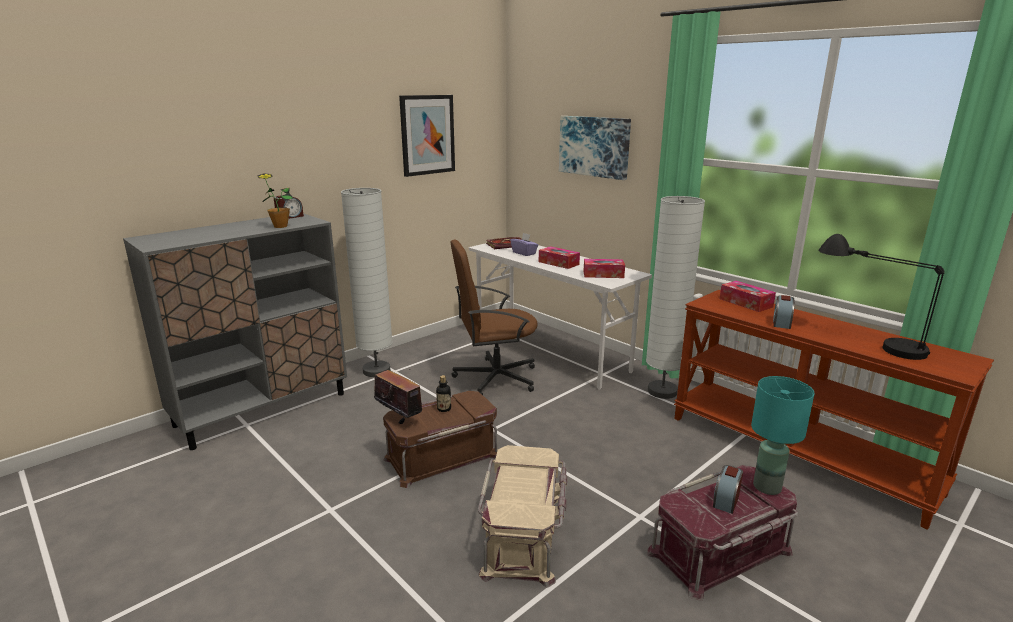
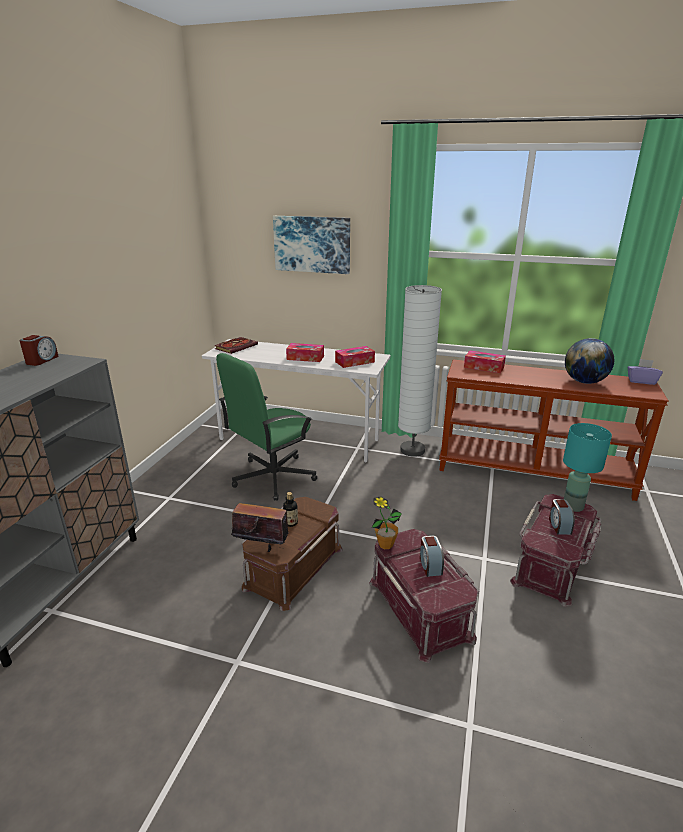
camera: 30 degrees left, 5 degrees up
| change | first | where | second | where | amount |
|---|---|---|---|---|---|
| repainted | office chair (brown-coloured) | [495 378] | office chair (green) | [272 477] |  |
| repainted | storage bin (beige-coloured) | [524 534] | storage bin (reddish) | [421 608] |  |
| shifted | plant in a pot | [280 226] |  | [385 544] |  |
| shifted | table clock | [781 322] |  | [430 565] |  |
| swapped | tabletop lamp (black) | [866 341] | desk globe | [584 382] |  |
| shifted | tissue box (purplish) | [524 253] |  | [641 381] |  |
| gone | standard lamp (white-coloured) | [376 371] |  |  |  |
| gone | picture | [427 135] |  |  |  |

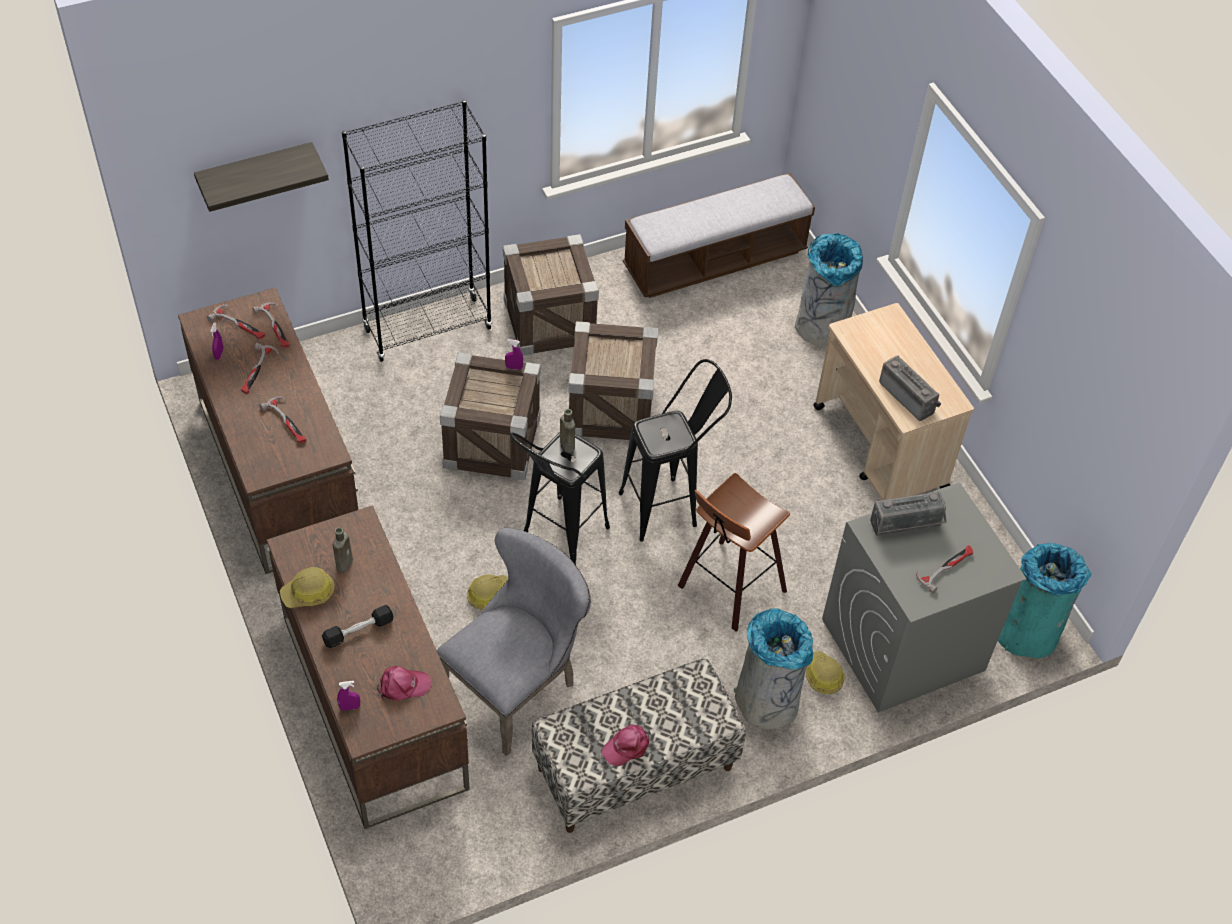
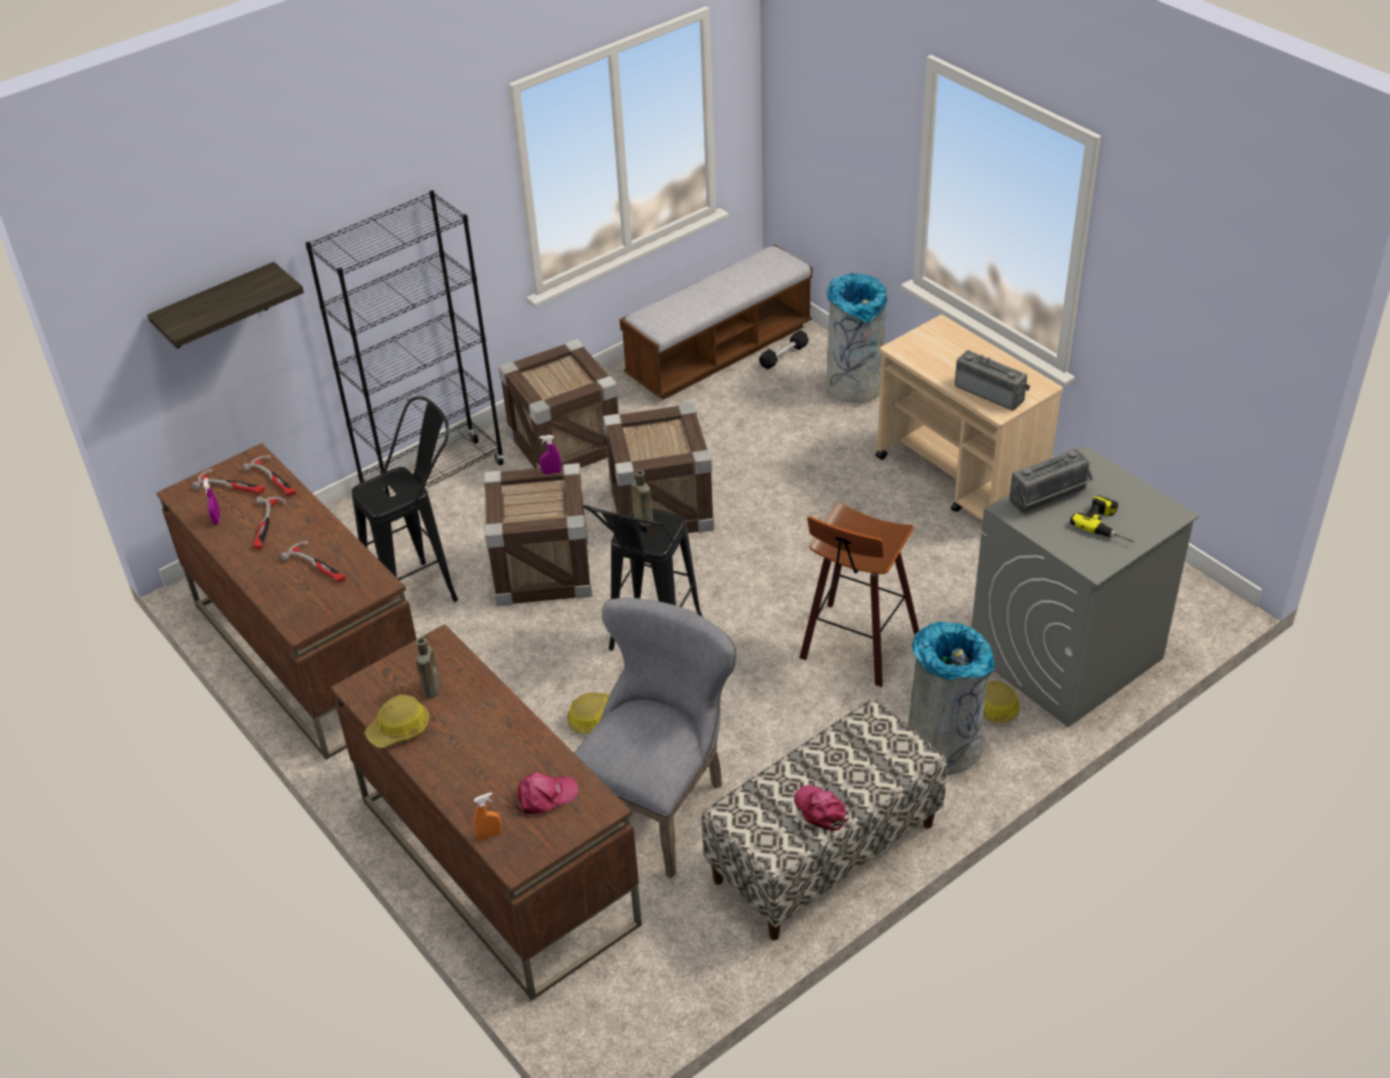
camera: 10 degrees left, 10 degrees down
| change | first | where | second | where | amount |
|---|---|---|---|---|---|
| shifted | sitting stool (black) | [669 506] |  | [424 589] |  |
| repainted | sprayer (purplish) | [350 707] | sprayer (orange) | [489 835] |  |
| shifted | hand weight (black) | [358 631] |  | [784 355] |  |
| rotated | cap (pink) | [627 746] |  | [821 810] | 105 degrees clockwise |
| swapped | hammer | [945 567] | power drill | [1109 525] |  |
| gone | rubbish bin (turquoise) | [1027 633] |  |  |  |

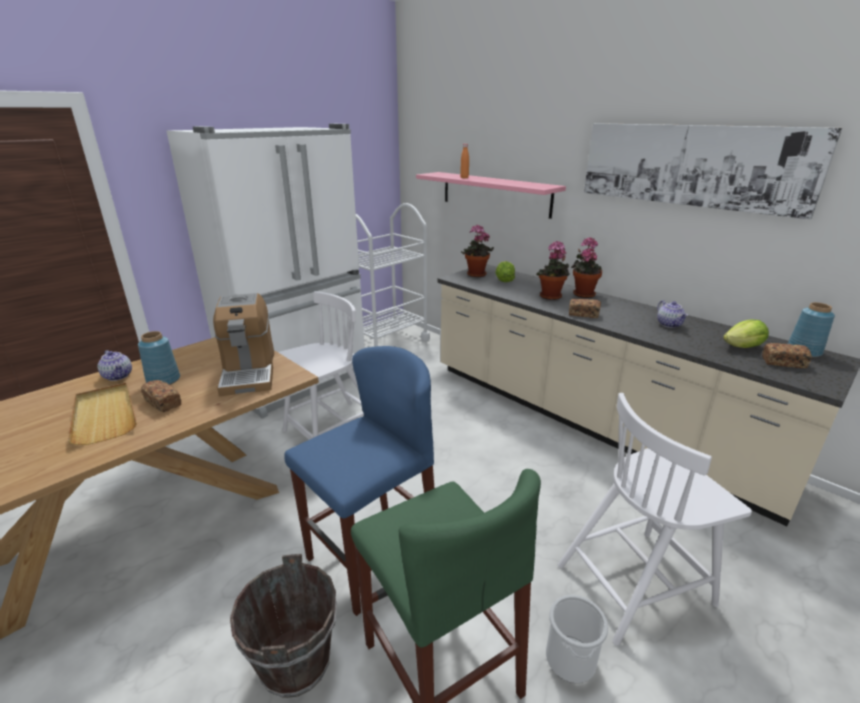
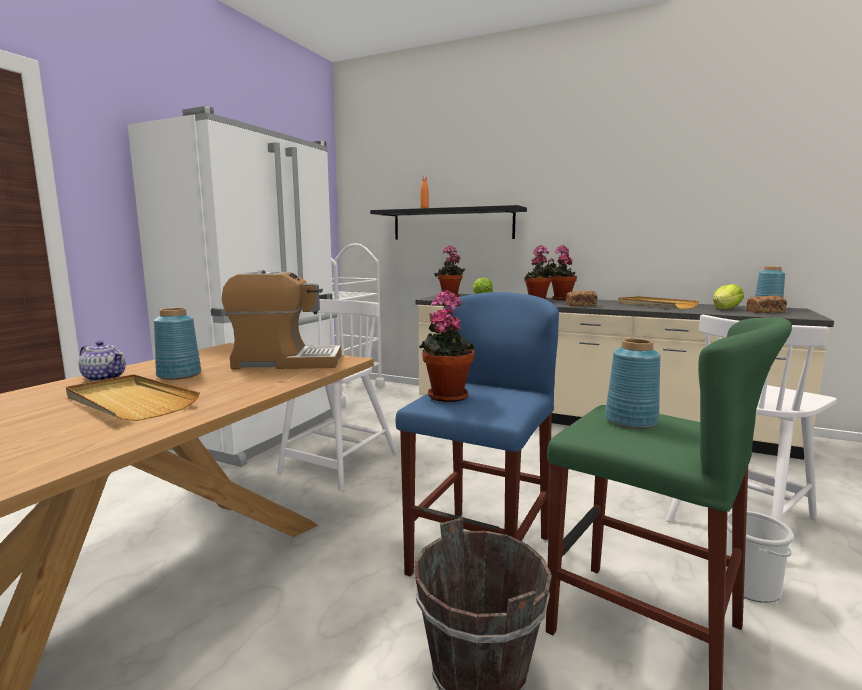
camera: 20 degrees left, 15 degrees down
| change | first | where | second | where | amount |
|---|---|---|---|---|---|
| rotated | coffee machine | [249 372] |  | [286 362] | 60 degrees counterclockwise |
| repainted | wall shelf (pink) | [495 193] | wall shelf (black) | [452 224] |  |
| new |  |  | plant in a pot | [446 395] |  |
| new |  |  | flower vase (bluish) | [630 421] |  |
| swapped | tea pot | [669 324] | carrying tray (beige-coloured) | [655 305] |  |
| gone | bread | [163 403] |  |  |  |
| gone | picture | [691 165] |  |  |  |

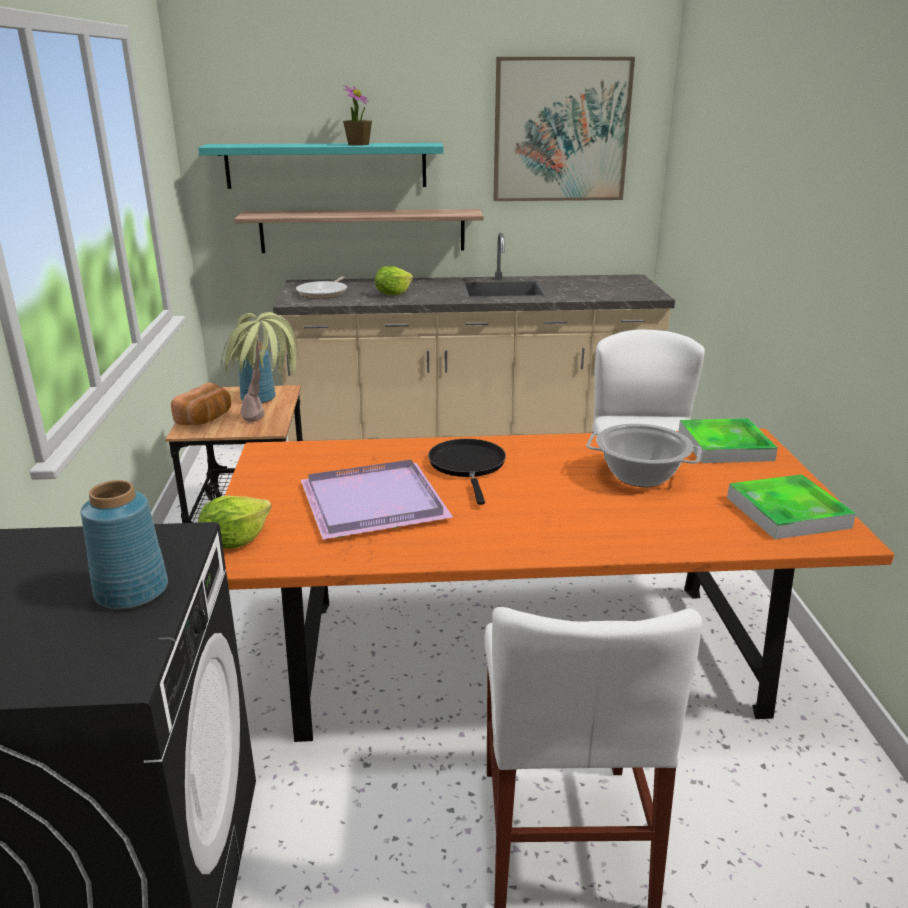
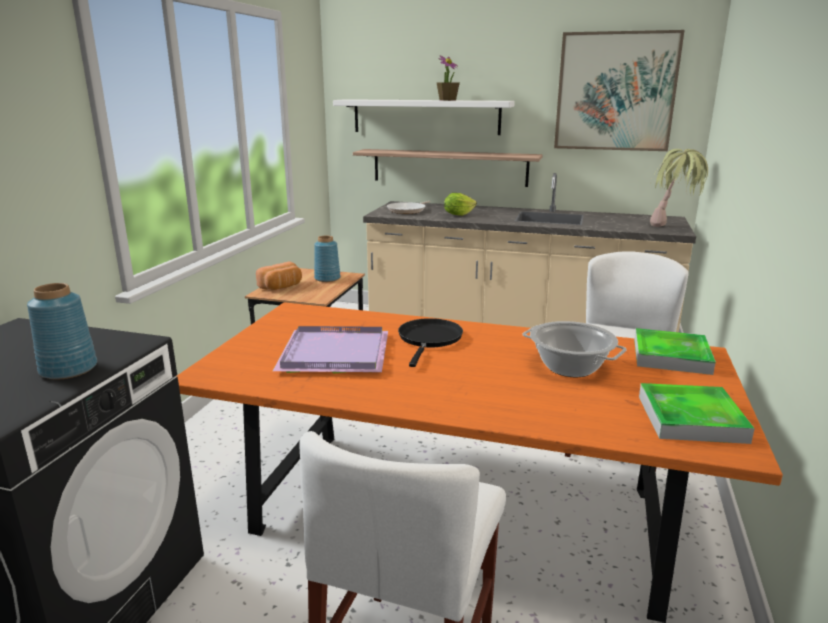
camera: 20 degrees right, 5 degrees down
| change | first | where | second | where | amount |
|---|---|---|---|---|---|
| repainted | wall shelf (turquoise) | [326 165] | wall shelf (white-coloured) | [426 116] |  |
| shifted | plant in a pot | [270 426] |  | [672 229] |  |
| gone | lettuce head | [235 541] |  |  |  |

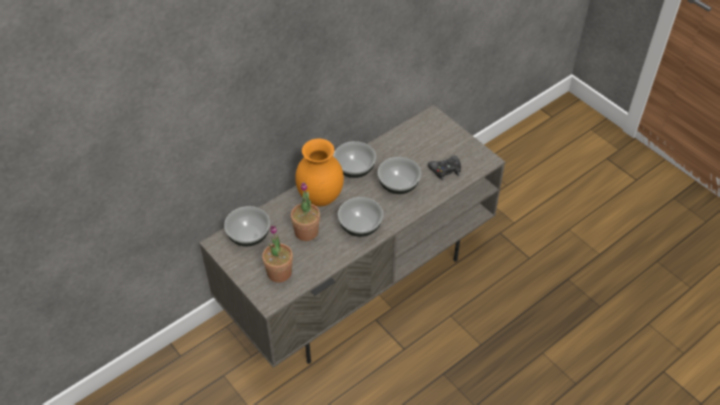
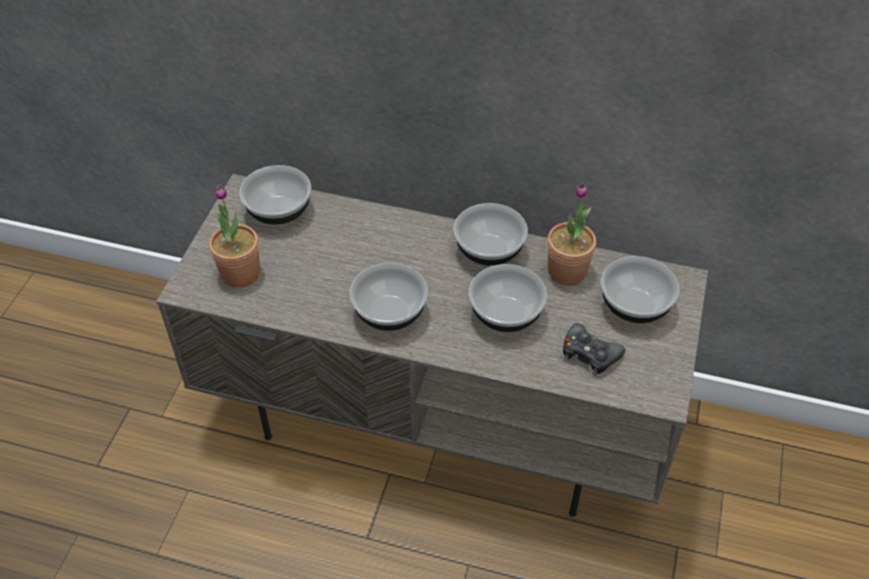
camera: 55 degrees right, 0 degrees up
| change | first | where | second | where | amount |
|---|---|---|---|---|---|
| shifted | plant in a pot | [306 232] |  | [567 271] |  |
| new |  |  | deep dish | [635 305] |  |
| gone | flower vase (orange) | [321 199] |  |  |  |

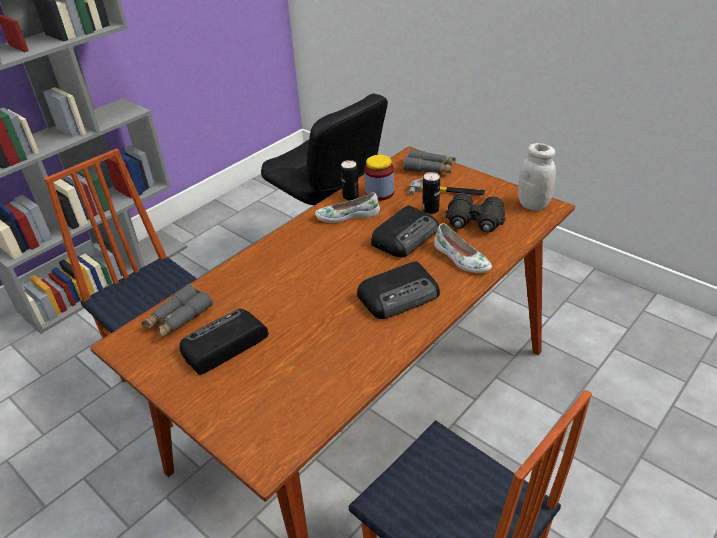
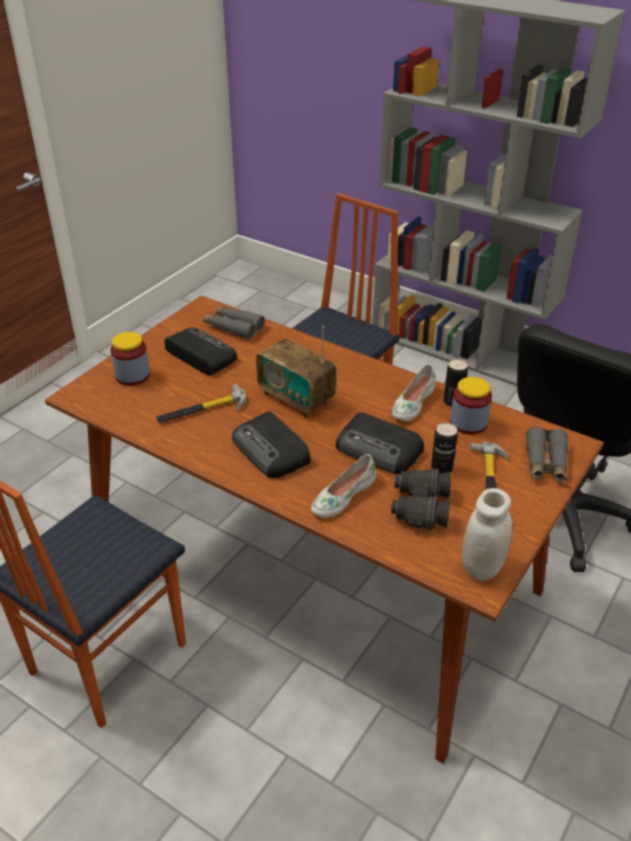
camera: 80 degrees right, 0 degrees up
| change | first | where | second | where | amount |
|---|---|---|---|---|---|
| new |  |  | preserve jar | [132 376] |  |
| new |  |  | hammer | [202 410] |  |
| new |  |  | radio set | [296 398] |  |
| rotated | item of footwear (white-coloured) | [347 215] |  | [412 403] | 135 degrees counterclockwise |

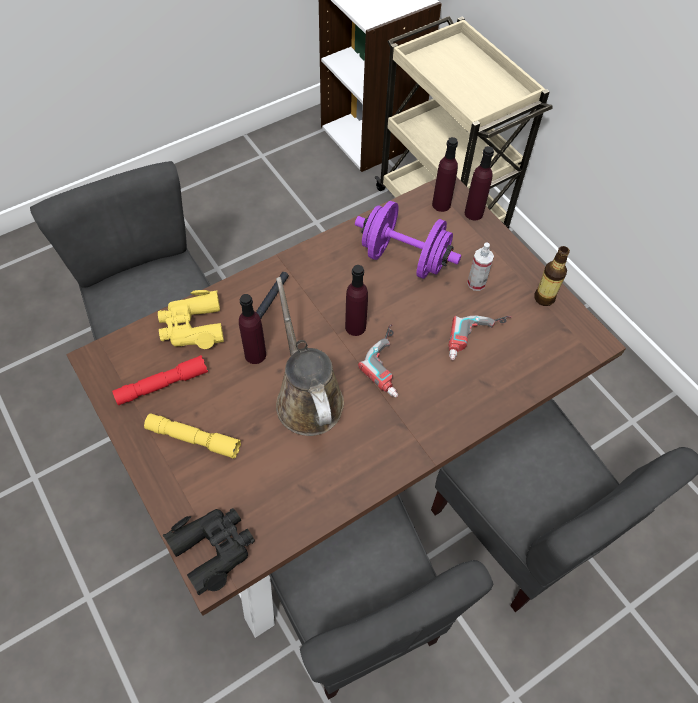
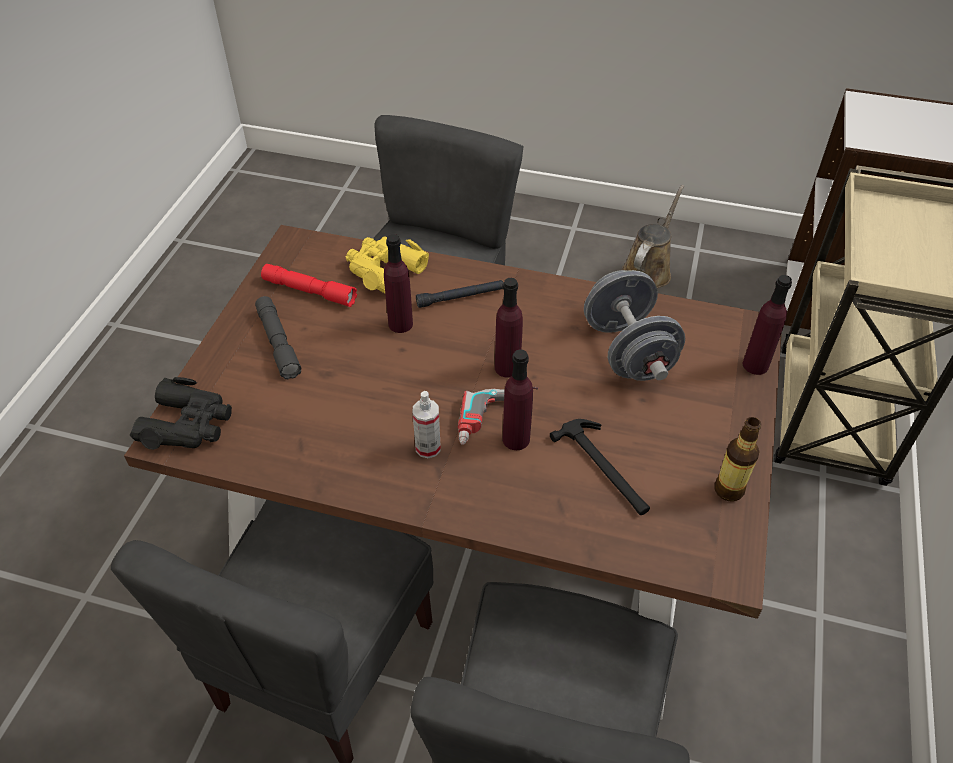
camera: 50 degrees right, 10 degrees down
| change | first | where | second | where | amount |
|---|---|---|---|---|---|
| repainted | flashlight (yellowish) | [193 439] | flashlight (gray) | [278 343] |  |
| shifted | sprayer | [476 283] |  | [428 448] |  |
| shifted | beverage bottle (purplish) | [441 204] |  | [516 439] |  |
| swapped | power drill | [479 340] | hammer | [605 468] |  |
| repainted | hand weight (purplish) | [404 259] | hand weight (gray) | [628 351] |  |
| shifted | watering can (brown-coloured) | [307 397] |  | [648 270] |  |

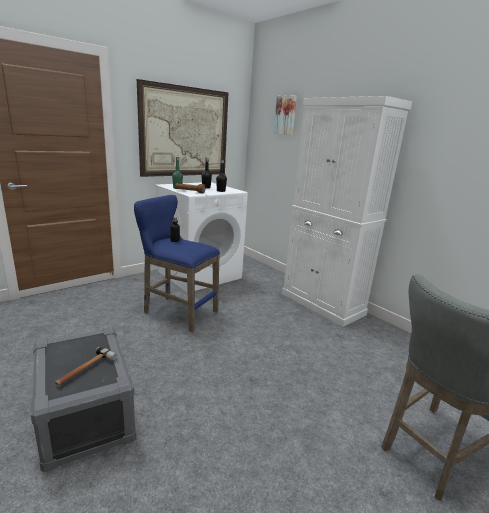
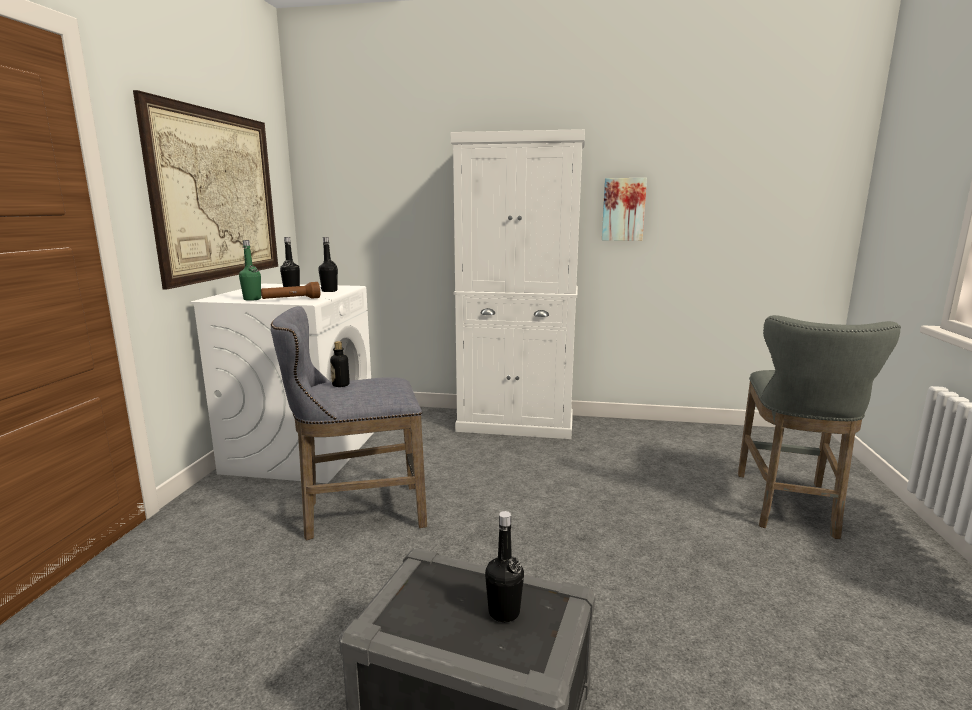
camera: 40 degrees left, 5 degrees down
| change | first | where | second | where | amount |
|---|---|---|---|---|---|
| repainted | sitting stool (bluish) | [176 311] | sitting stool (gray) | [357 514] |  |
| swapped | hammer | [85 370] | beverage bottle (black) | [504 612] |  |
| shifted | picture | [286 115] |  | [623 209] |  |

